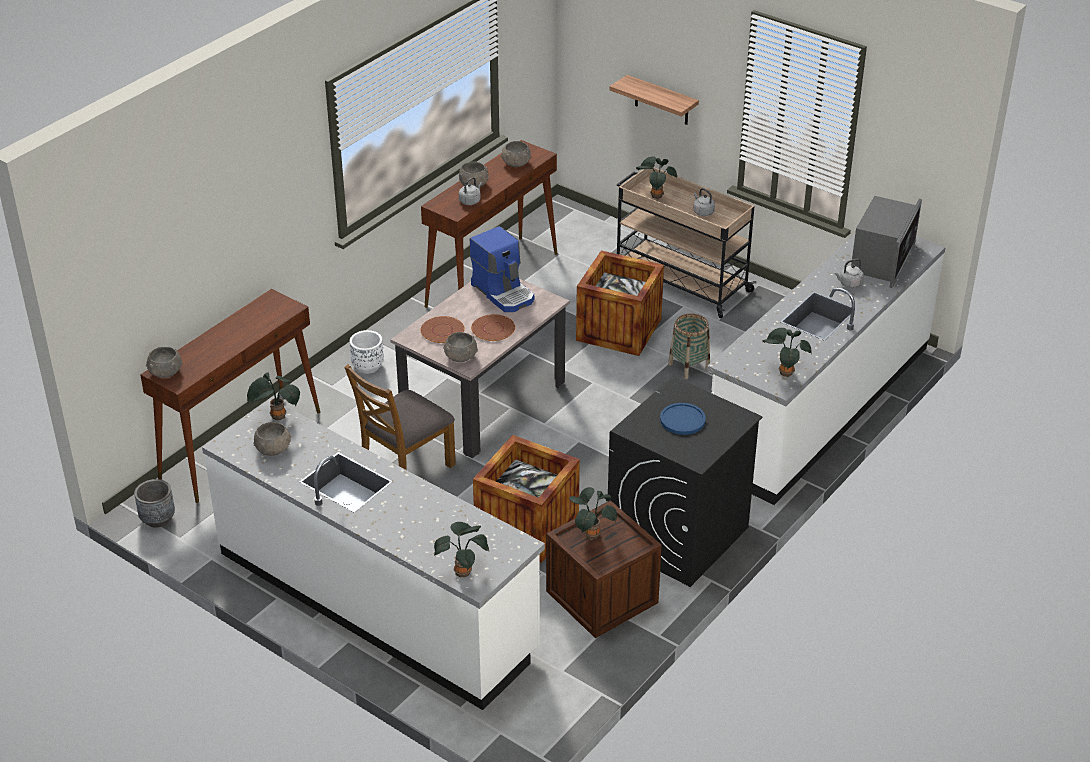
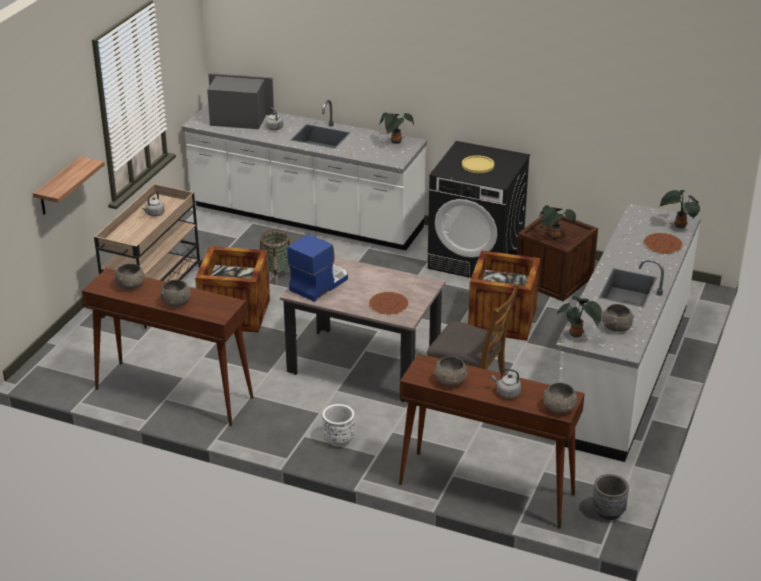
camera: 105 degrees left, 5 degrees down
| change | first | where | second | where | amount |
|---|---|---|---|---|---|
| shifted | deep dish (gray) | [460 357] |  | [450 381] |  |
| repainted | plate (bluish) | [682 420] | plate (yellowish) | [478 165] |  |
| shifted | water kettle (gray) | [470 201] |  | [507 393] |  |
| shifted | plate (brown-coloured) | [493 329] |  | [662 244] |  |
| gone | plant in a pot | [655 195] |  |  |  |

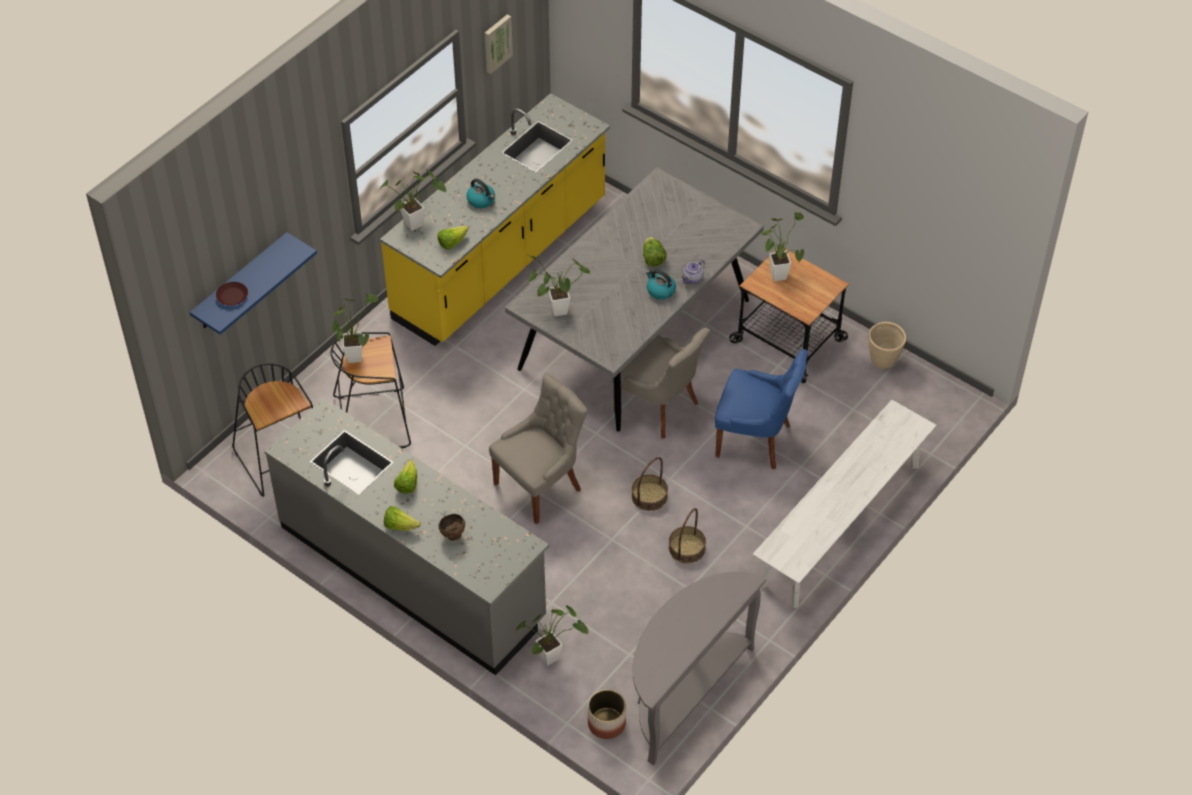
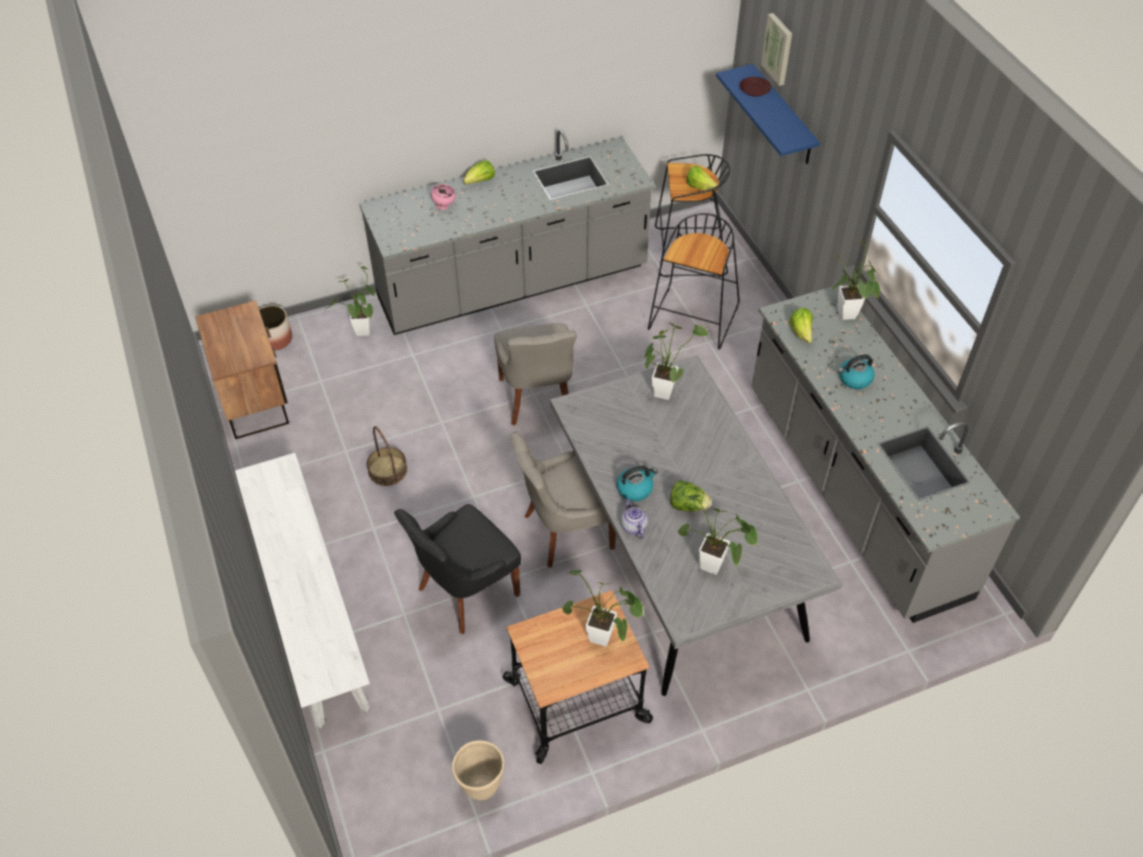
camera: 120 degrees right, 0 degrees up
| change | first | where | second | where | amount |
|---|---|---|---|---|---|
| swapped | hall table (gray) | [684 692] | bedside table | [254 399] |  |
| repainted | plain chair (bluish) | [755 440] | plain chair (black) | [465 592] |  |
| repainted | deep dish (brown-coloured) | [452 535] | deep dish (pink) | [443 206] |  |
| shifted | plant in a pot | [354 354] |  | [716 568] |  |
| shifted | lettuce head | [407 484] |  | [700 187] |  |
| repainted | counter (yellowish) | [501 261] | counter (gray) | [853 492] |  |
| shifted | picture | [496 43] |  | [778 49] |  |
| gone | basket | [649 496] |  |  |  |

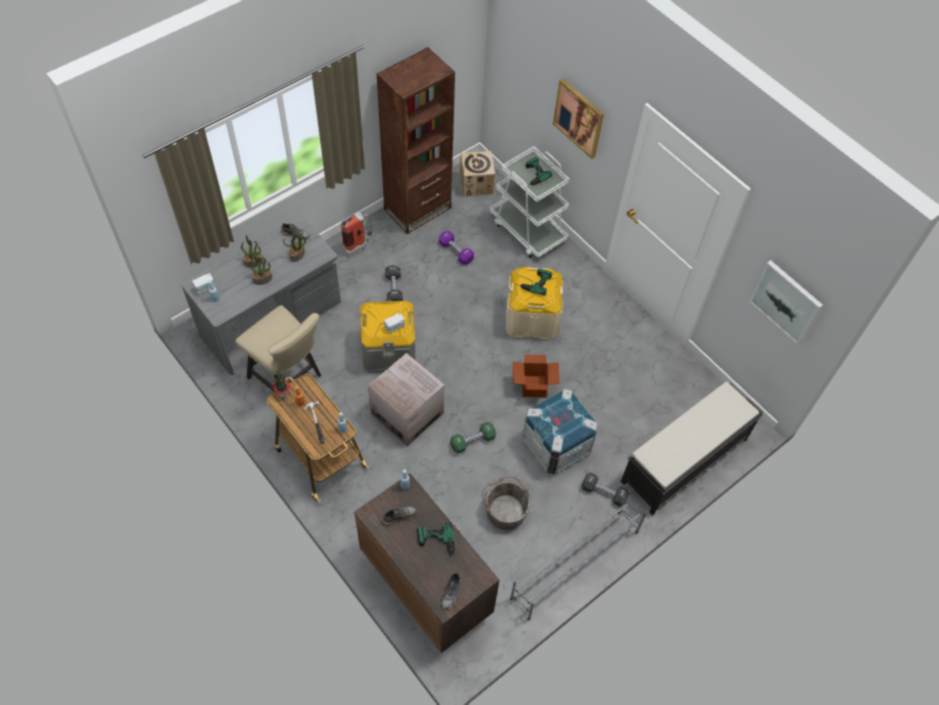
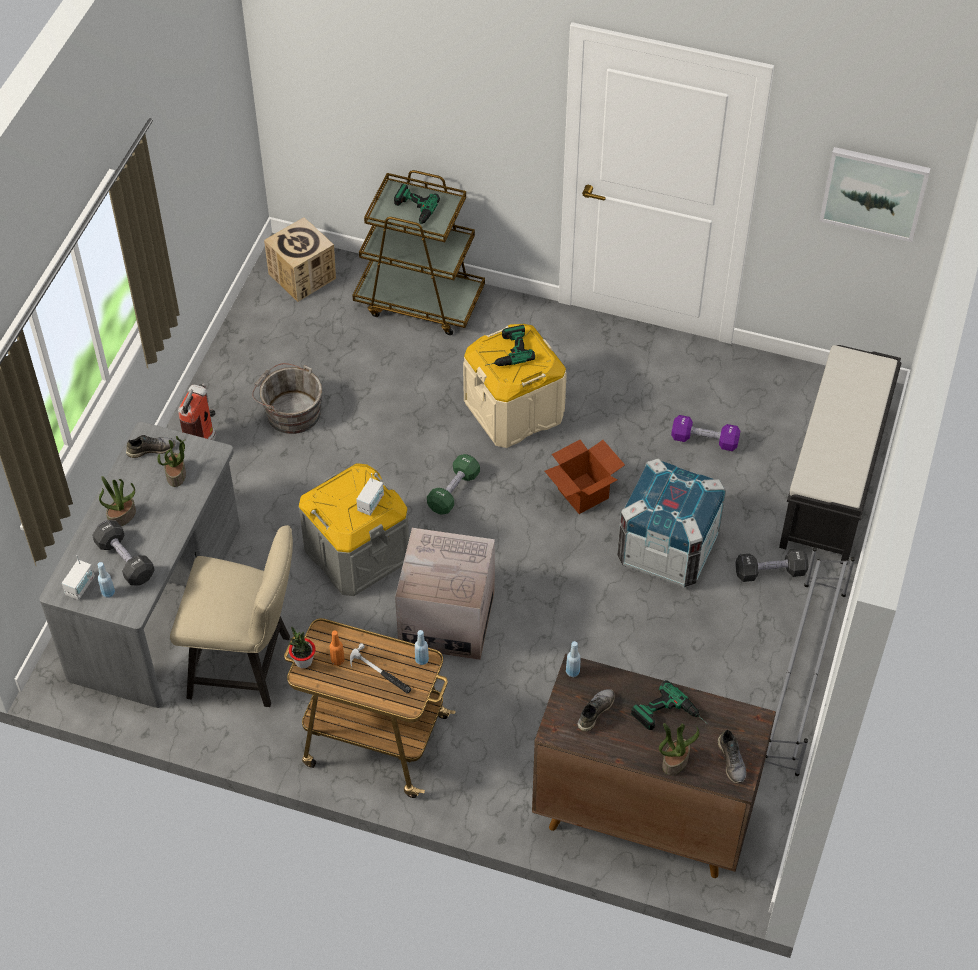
camera: 30 degrees left, 5 degrees down
| change | first | where | second | where | amount |
|---|---|---|---|---|---|
| shifted | hand weight (black) | [394 289] |  | [125 560] |  |
| shifted | water bucket (gray) | [505 509] |  | [290 411] |  |
| repainted | wheeled cart (white-coloured) | [528 230] | wheeled cart (brown-coloured) | [420 301] |  |
| shifted | hand weight (green) | [472 441] |  | [453 491] |  |
| shifted | plant in a pot | [262 279] |  | [675 760] |  |
| shifted | hand weight (purplish) | [456 252] |  | [704 440] |  |
| gone | shelving unit (brown-coloured) | [418 209] |  |  |  |
| gone | picture | [579 118] |  |  |  |

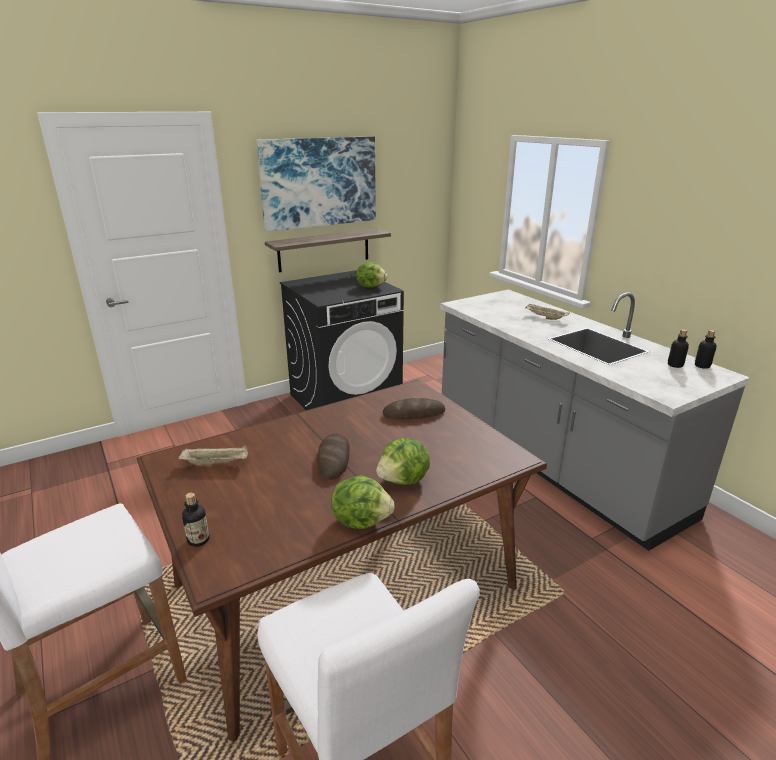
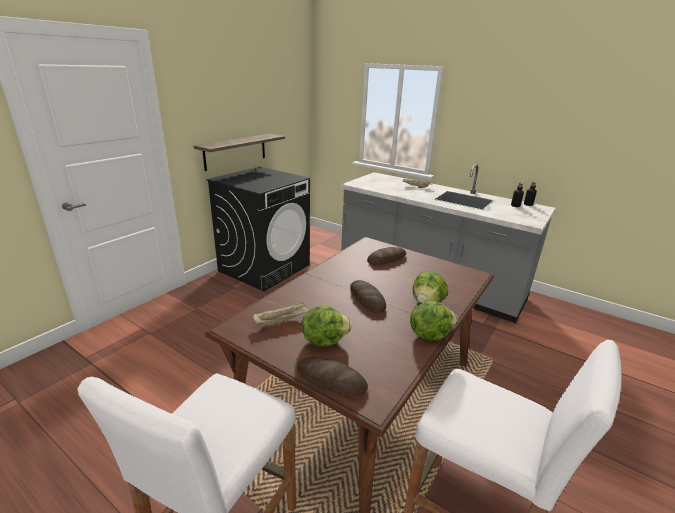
camera: 25 degrees left, 0 degrees up
| change | first | where | second | where | amount |
|---|---|---|---|---|---|
| swapped | beverage bottle | [198 540] | bread | [331 380] |  |
| shifted | lettuce head | [371 286] |  | [324 340] |  |
| gone | picture | [319 182] |  |  |  |

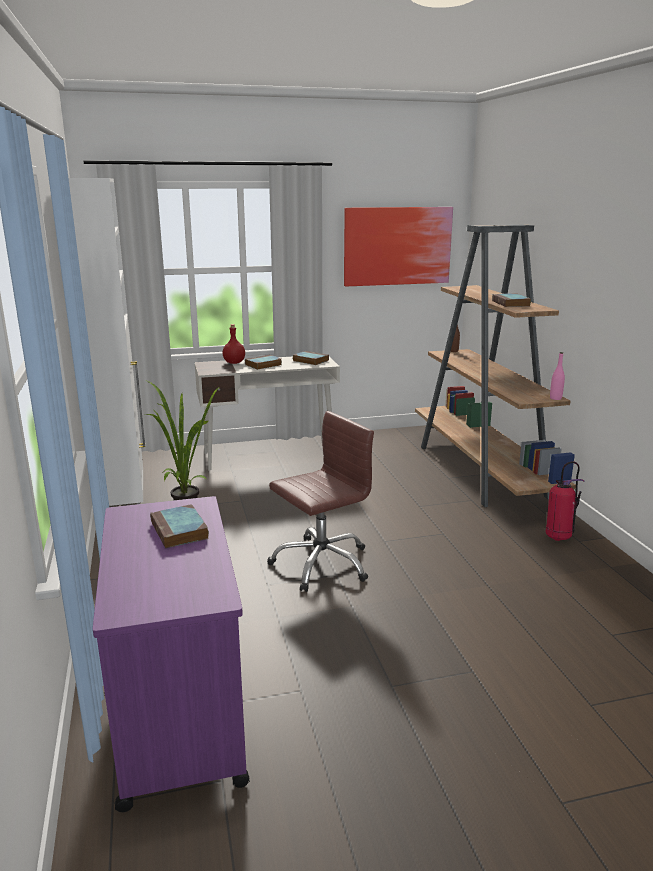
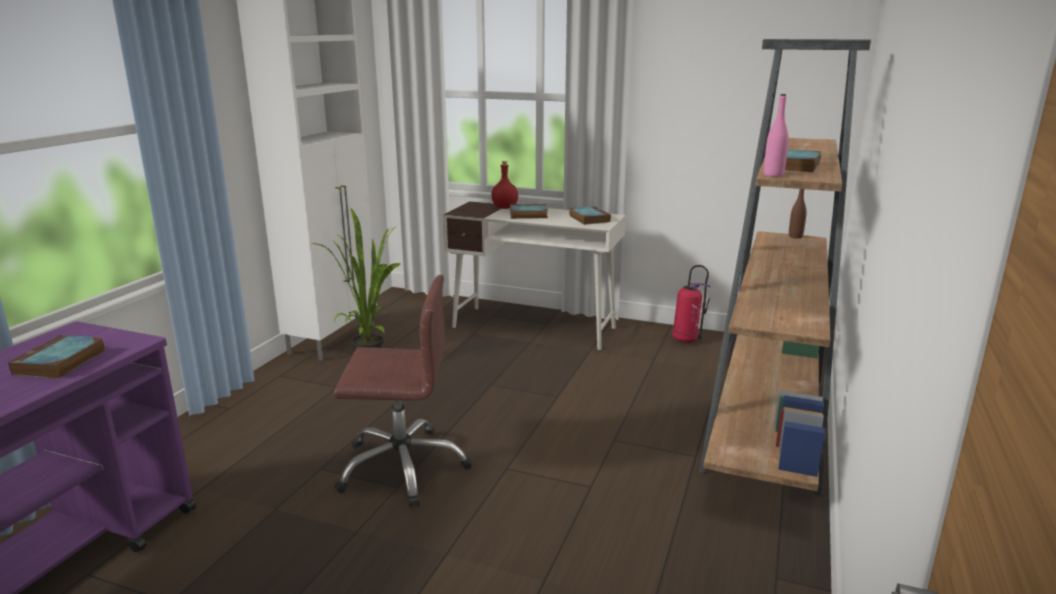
camera: 35 degrees right, 0 degrees up
| change | first | where | second | where | amount |
|---|---|---|---|---|---|
| shifted | fire-fighting cylinder | [558 537] |  | [686 340] |  |
| shifted | beverage bottle (pink) | [555 398] |  | [773 175] |  |
| gone | picture | [397 246] |  |  |  |

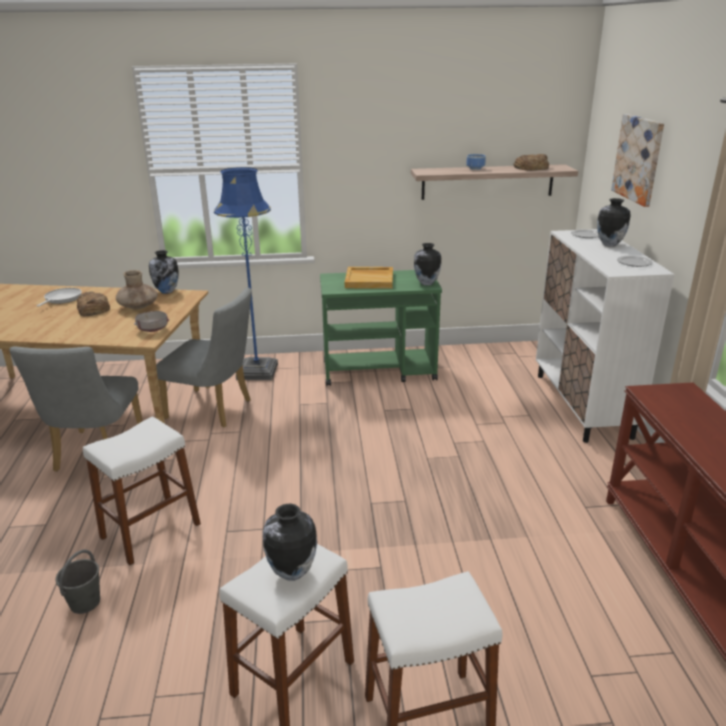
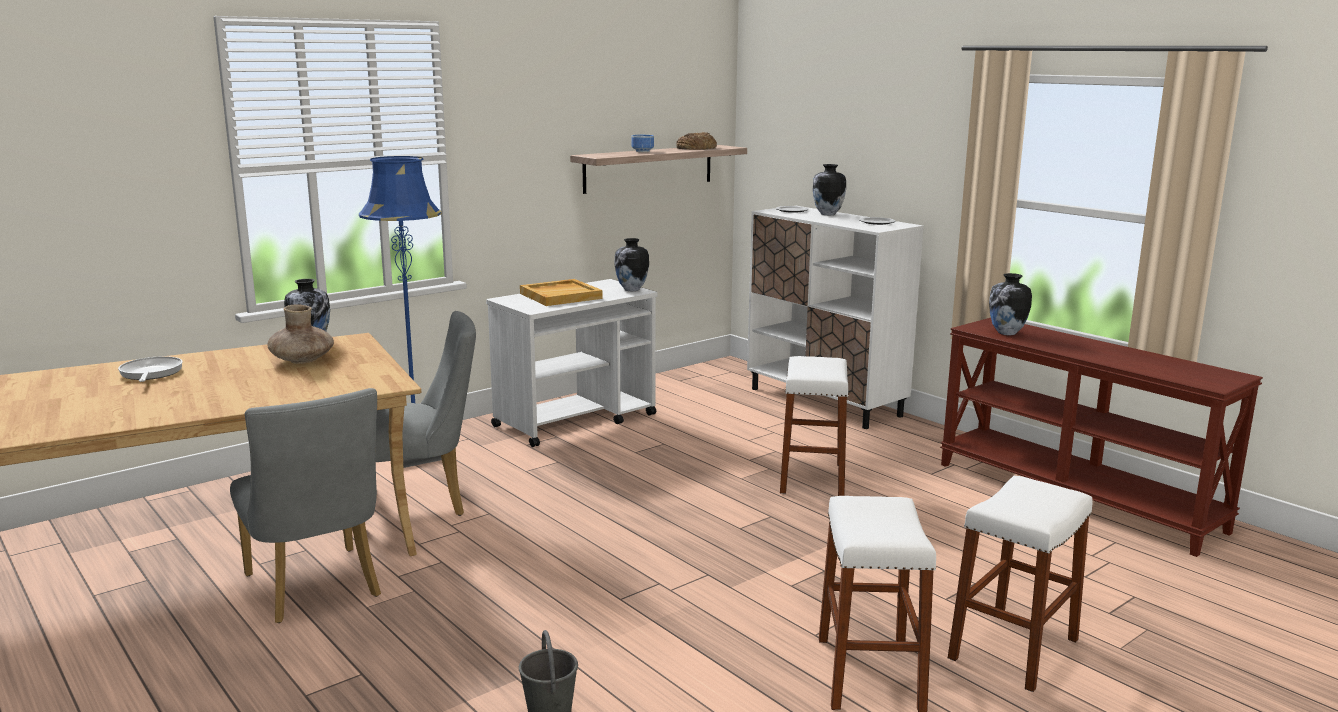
camera: 35 degrees left, 10 degrees down
| change | first | where | second | where | amount |
|---|---|---|---|---|---|
| repainted | wheeled cart (green) | [380 371] | wheeled cart (white-coloured) | [576 420] |  |
| shifted | sitting stool (white-coloured) | [150 531] |  | [812 478] |  |
| shifted | flower vase | [291 573] |  | [1006 333] |  |
| gone | bread | [93 309] |  |  |  |
| gone | deep dish (gray) | [153 329] |  |  |  |
| gone | picture | [638 159] |  |  |  |

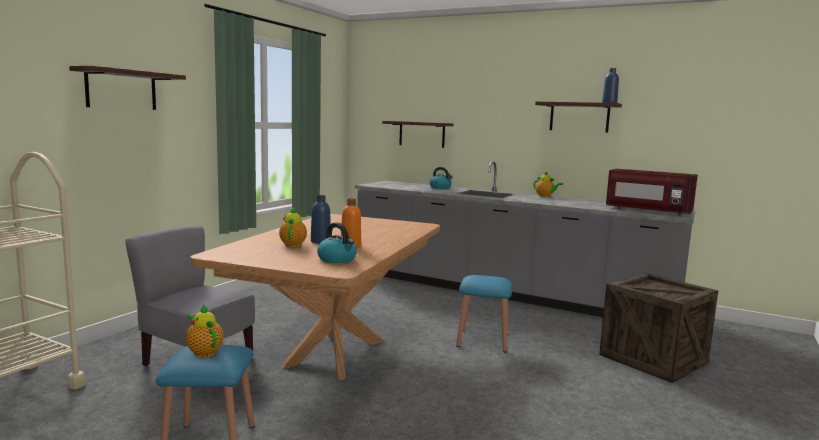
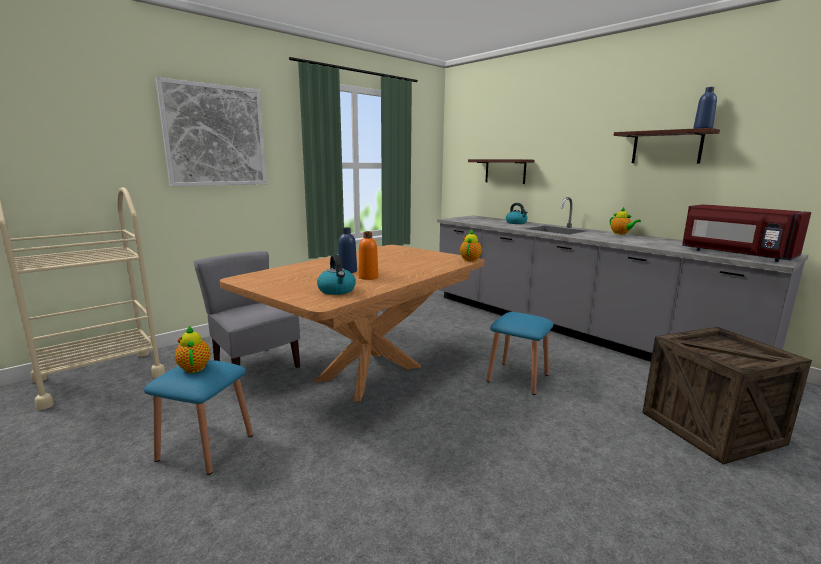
camera: 20 degrees right, 5 degrees up
| change | first | where | second | where | amount |
|---|---|---|---|---|---|
| swapped | wall shelf | [121 89] | picture | [215 136] |  |
| shifted | tea pot | [293 244] |  | [470 259] |  |

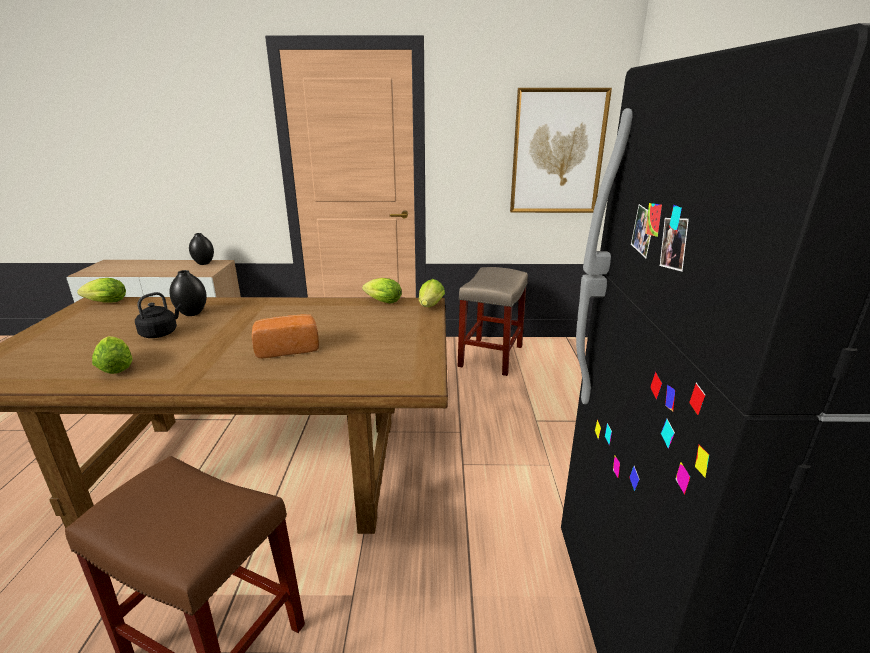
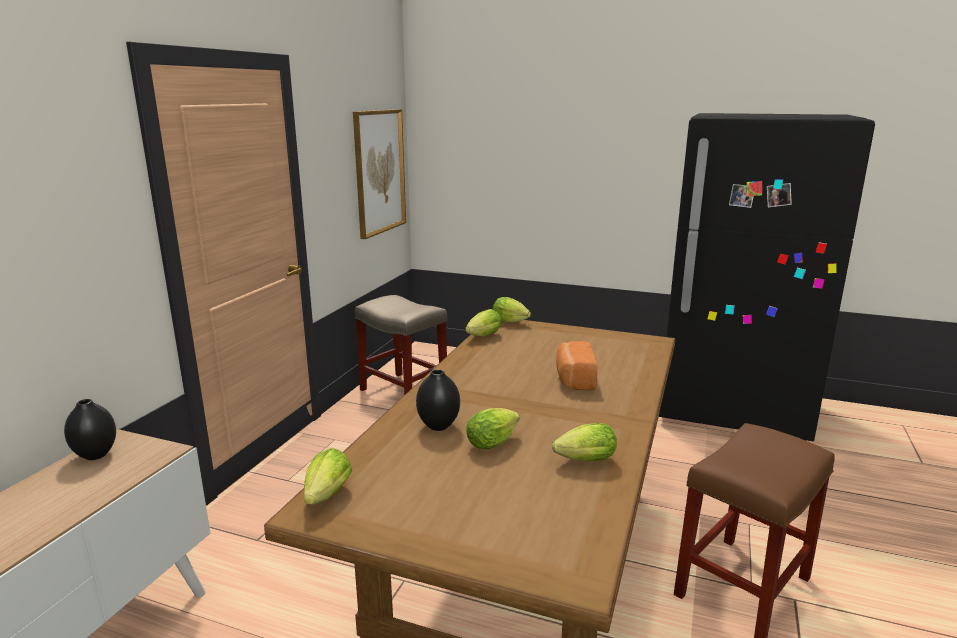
camera: 70 degrees left, 5 degrees down
| change | first | where | second | where | amount |
|---|---|---|---|---|---|
| swapped | water kettle (black) | [161 333] | lettuce head | [494 442] |  |

